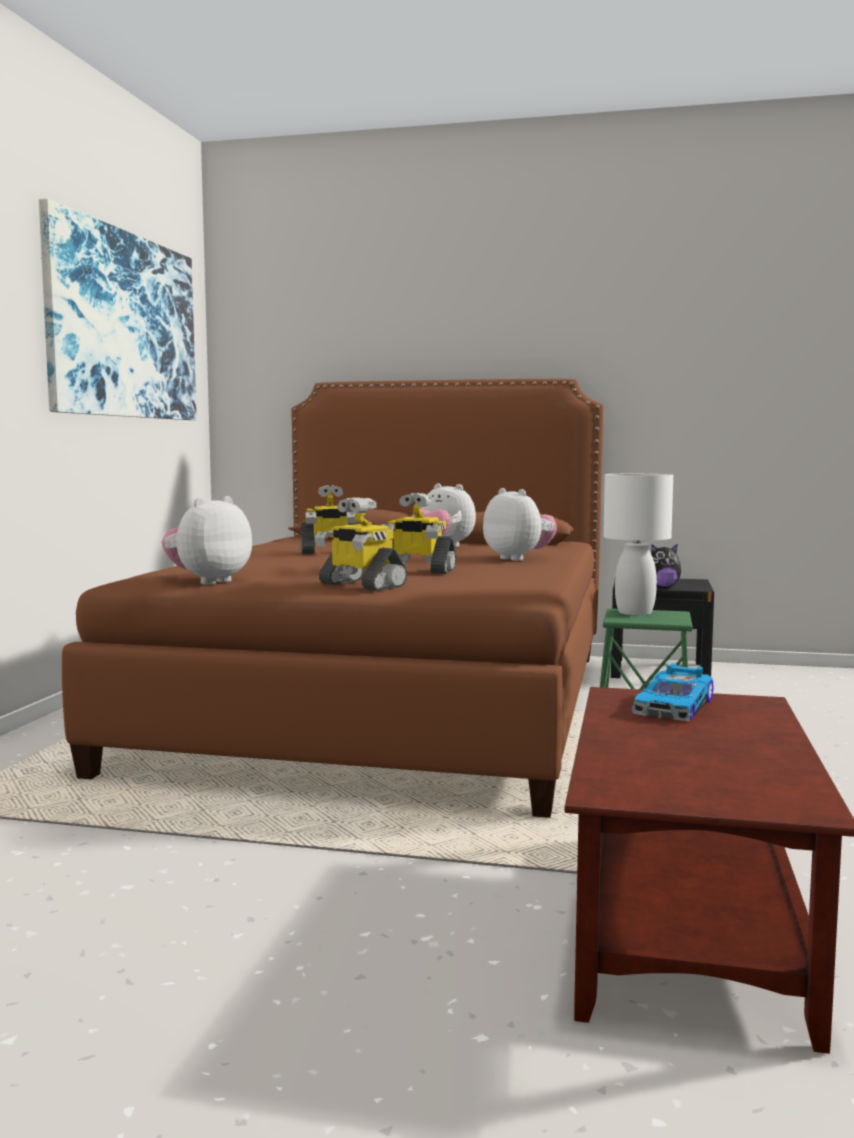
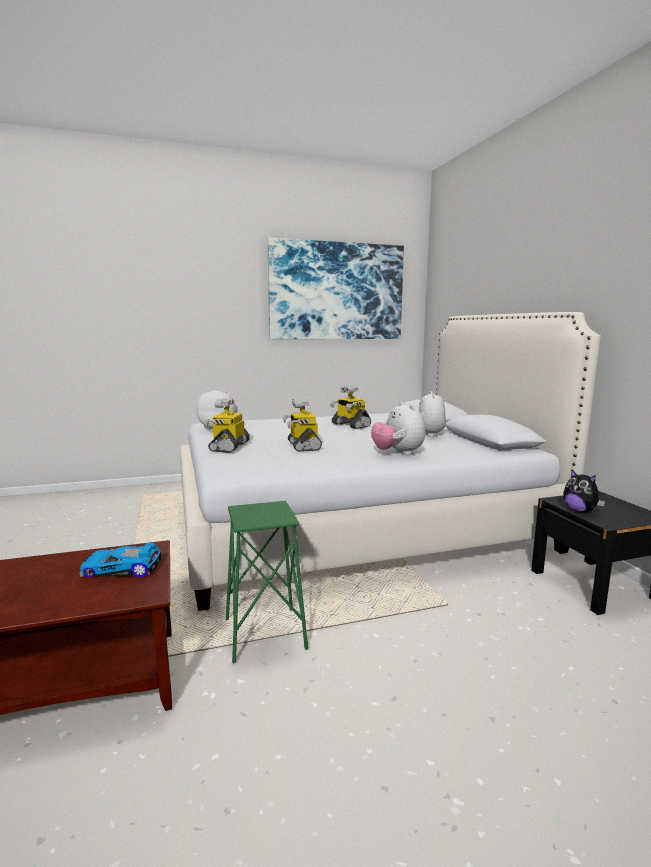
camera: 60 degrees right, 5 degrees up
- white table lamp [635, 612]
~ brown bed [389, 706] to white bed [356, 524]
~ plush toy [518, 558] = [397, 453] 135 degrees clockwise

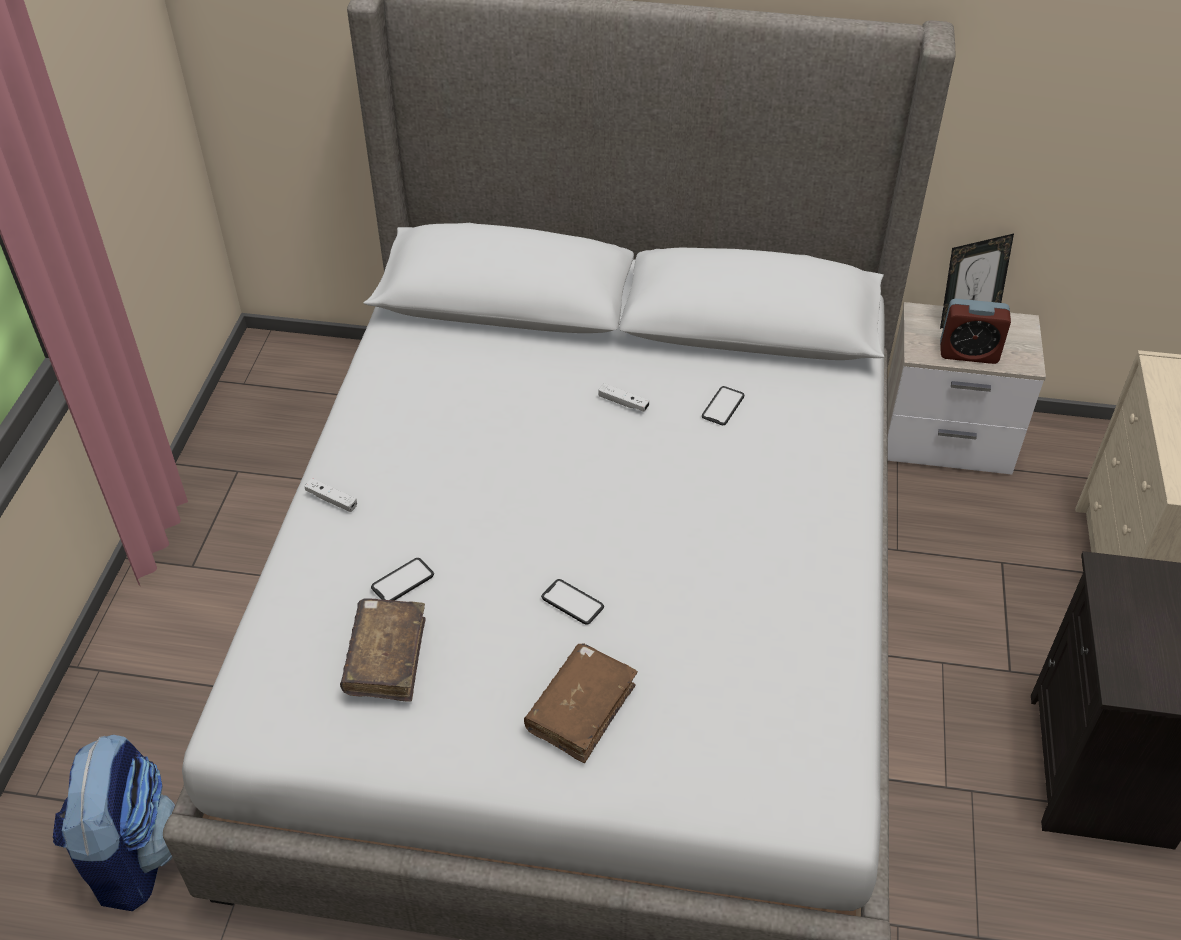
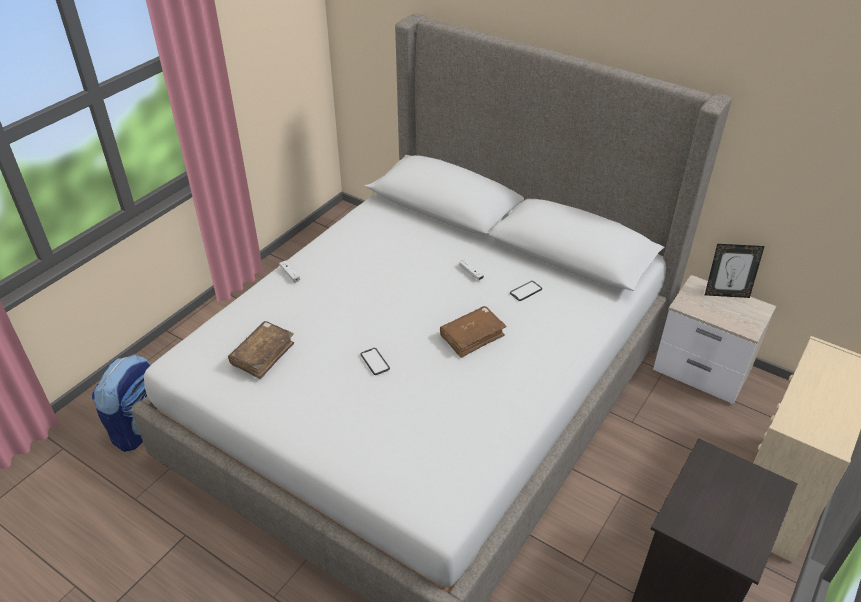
camera: 25 degrees right, 5 degrees down
- phone [402, 581]
- alarm clock [968, 353]
~ brown book [581, 709] to [472, 336]

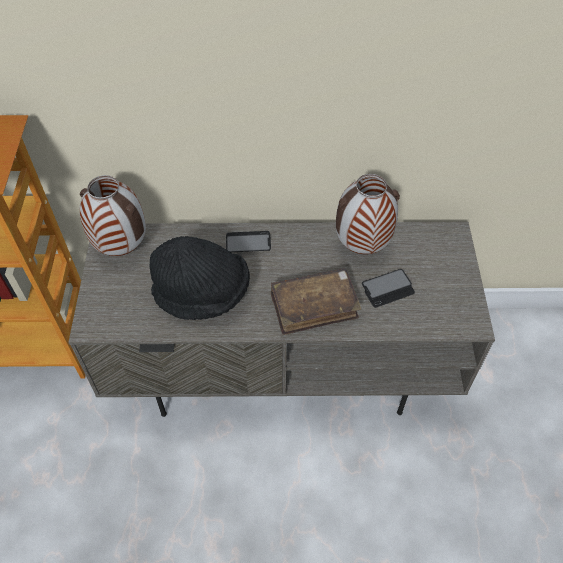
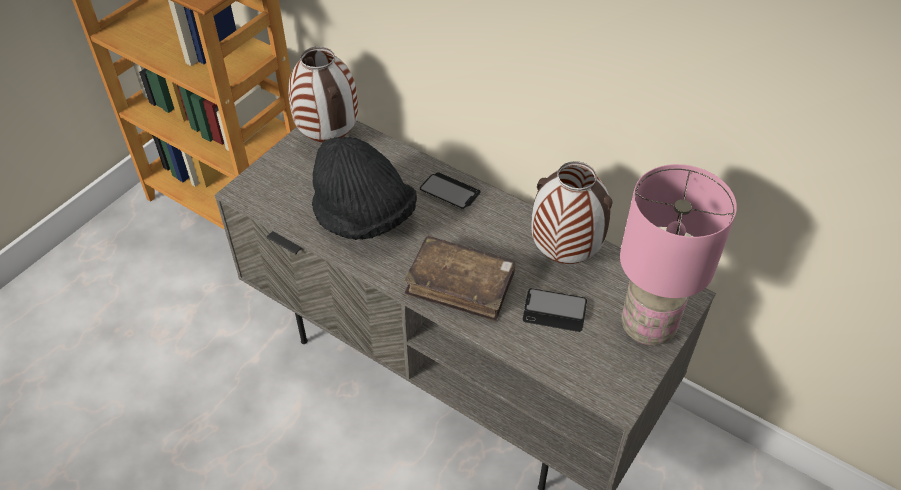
camera: 35 degrees right, 5 degrees down
+ pink table lamp [649, 326]

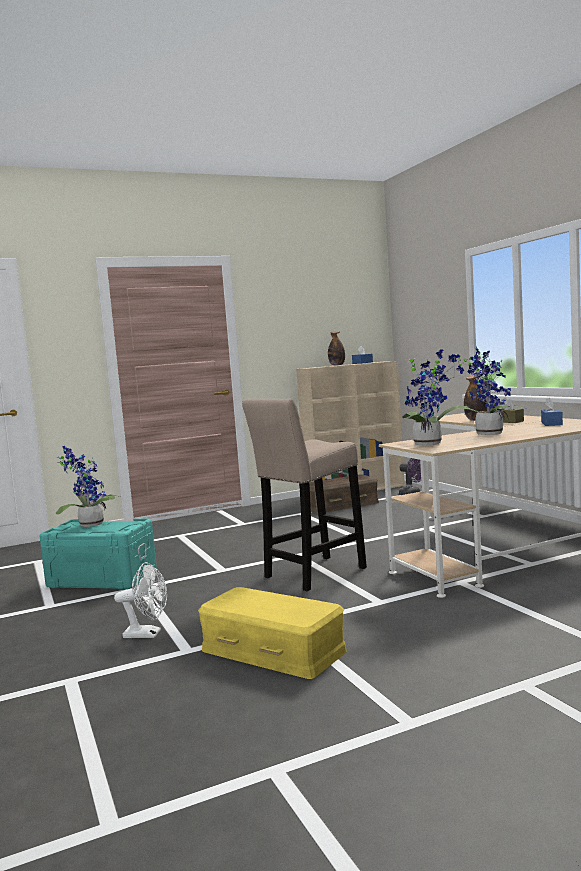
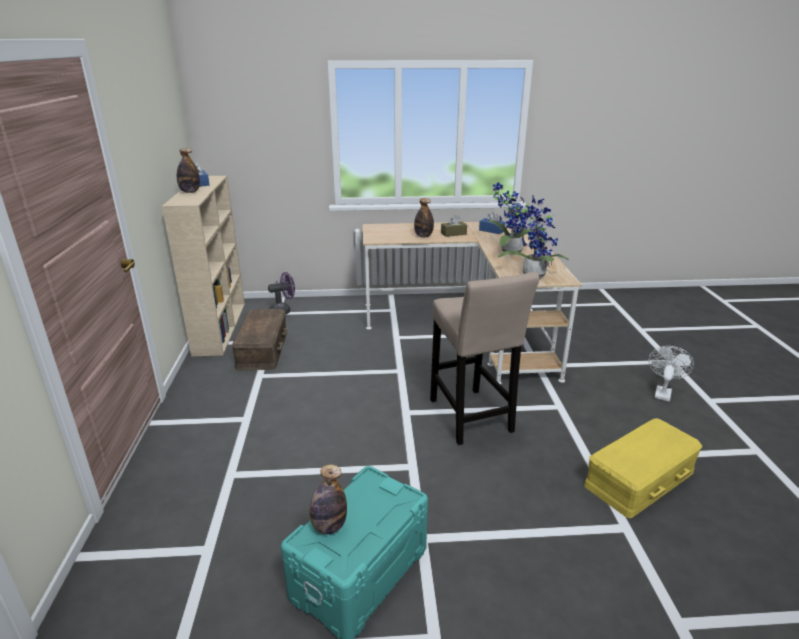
camera: 70 degrees left, 20 degrees up
~ white fan [148, 634] to [662, 392]
~ potted plant [89, 524] to bottle [329, 526]

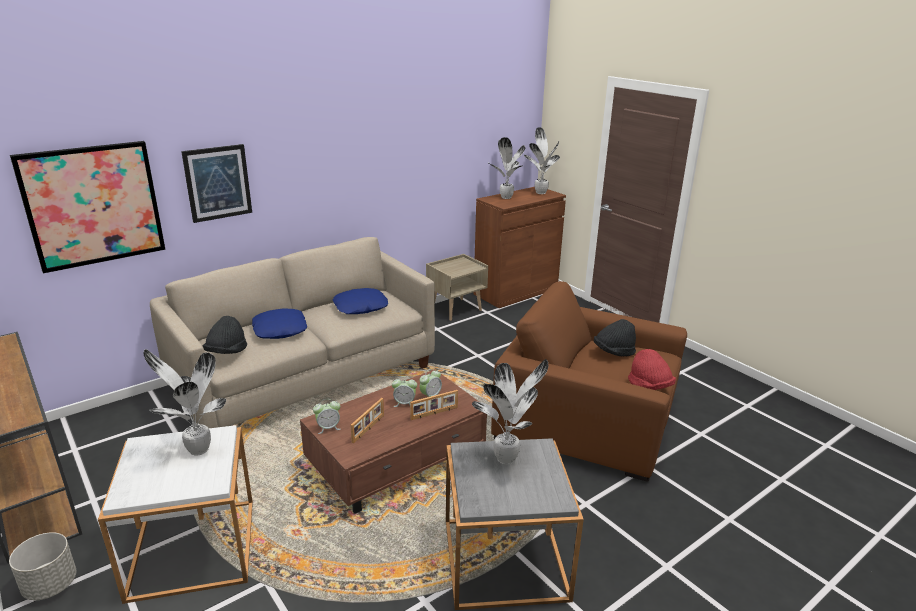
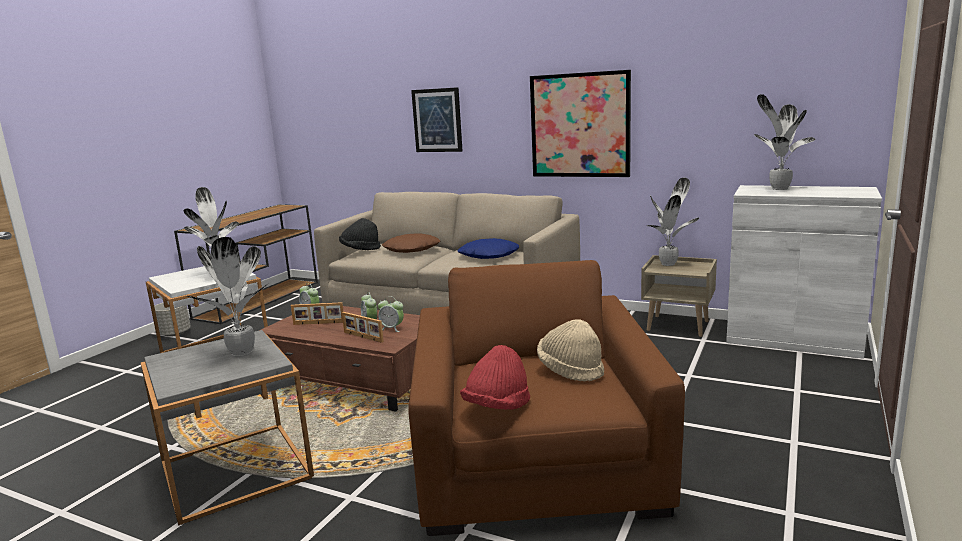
camera: 65 degrees right, 10 degrees down
~ picture [93, 205] to [580, 125]
~ potted plant [540, 192] to [669, 263]
~ blue pillow [279, 329] to brown pillow [411, 249]
~ brown cabinet [516, 291] to white cabinet [793, 339]
~ black hat [613, 352] to beige hat [570, 370]

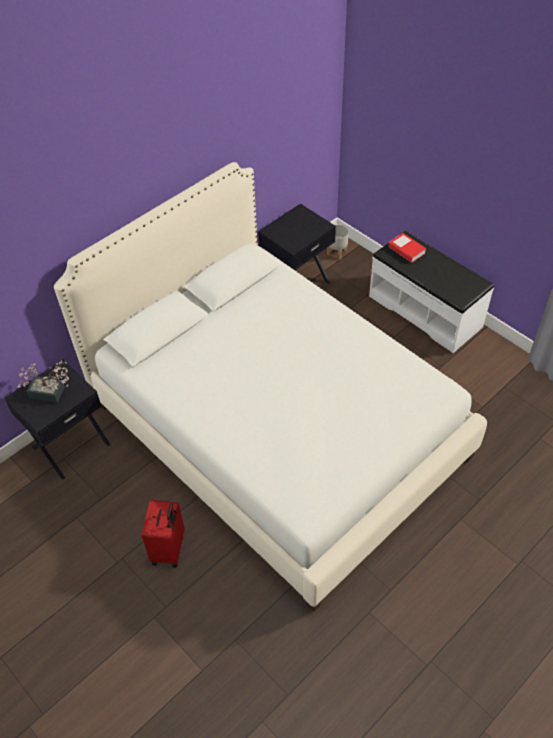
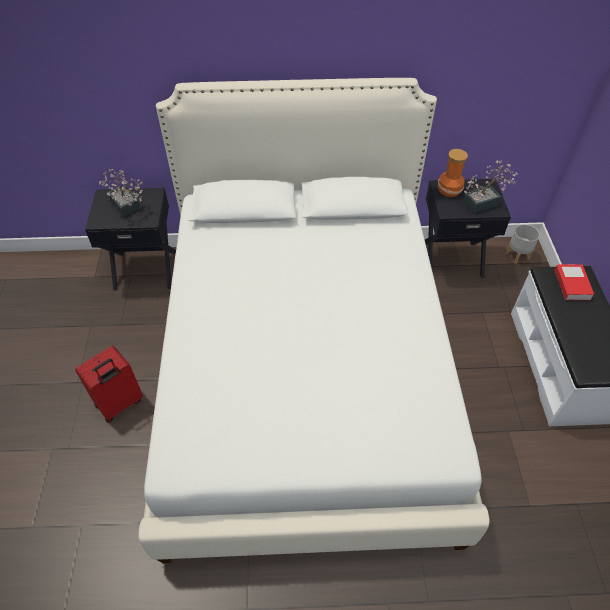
camera: 40 degrees right, 0 degrees up
+ vase [448, 190]
+ potted plant [484, 202]

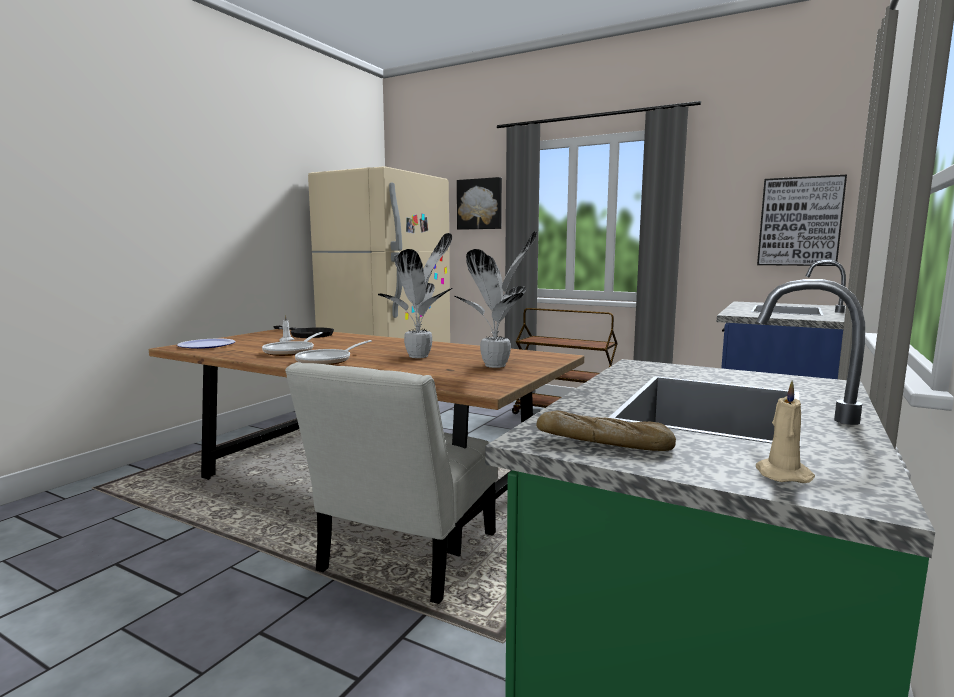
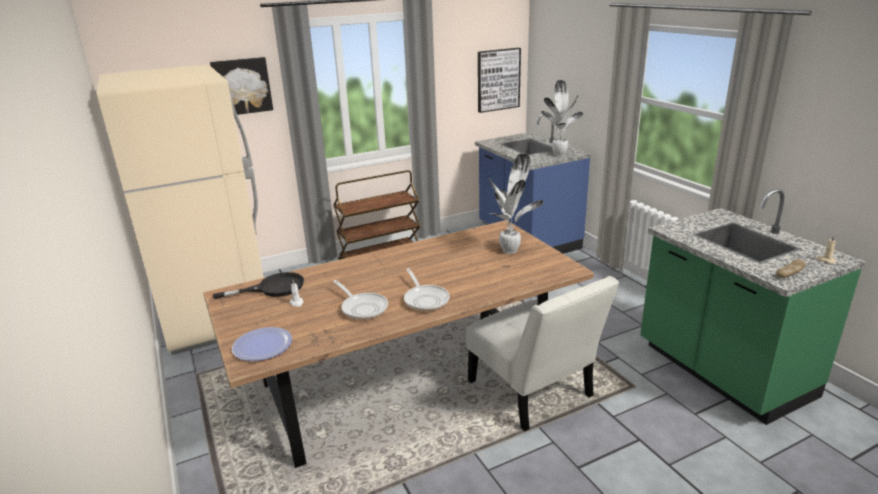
camera: 55 degrees left, 15 degrees up
~ potted plant [420, 356] to [559, 154]

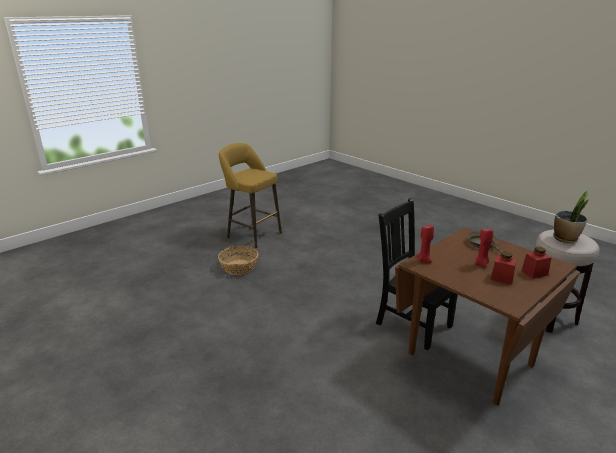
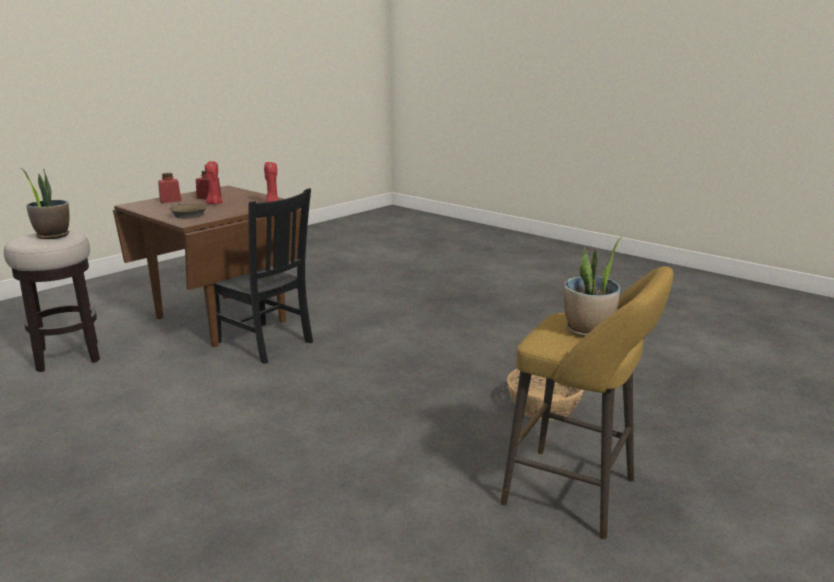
camera: 175 degrees right, 5 degrees down
+ potted plant [588, 330]

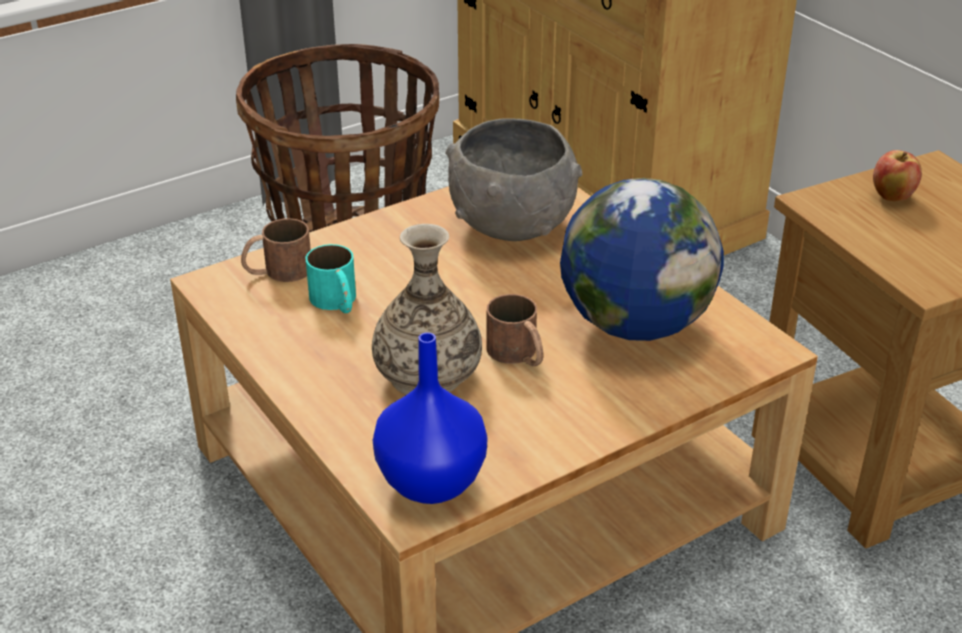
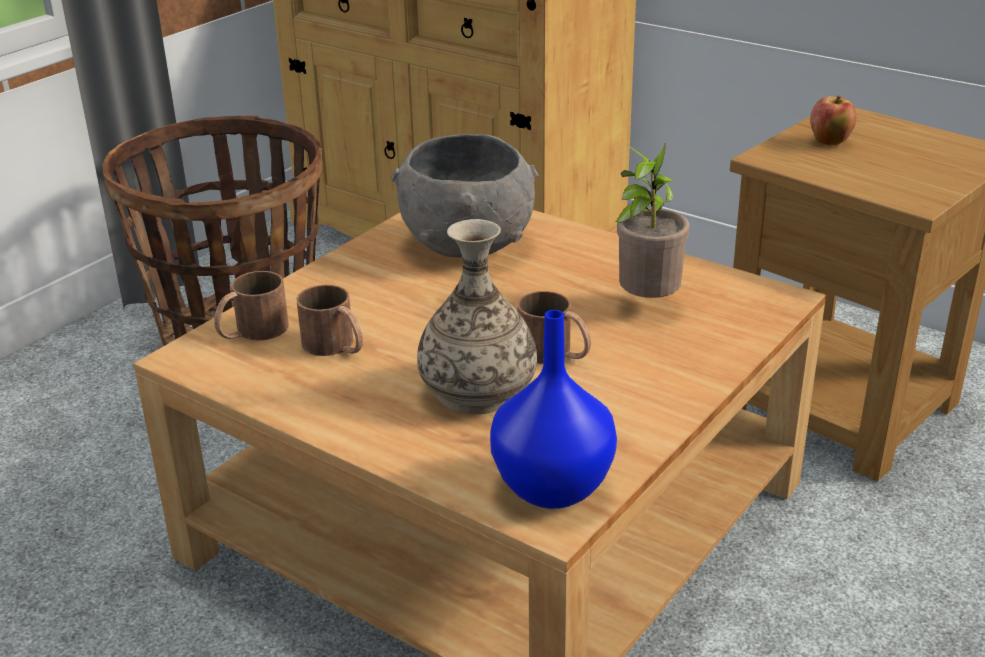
camera: 20 degrees left, 5 degrees down
~ globe [635, 324] to potted plant [646, 304]
~ turquoise mug [337, 302] to brown mug [336, 346]

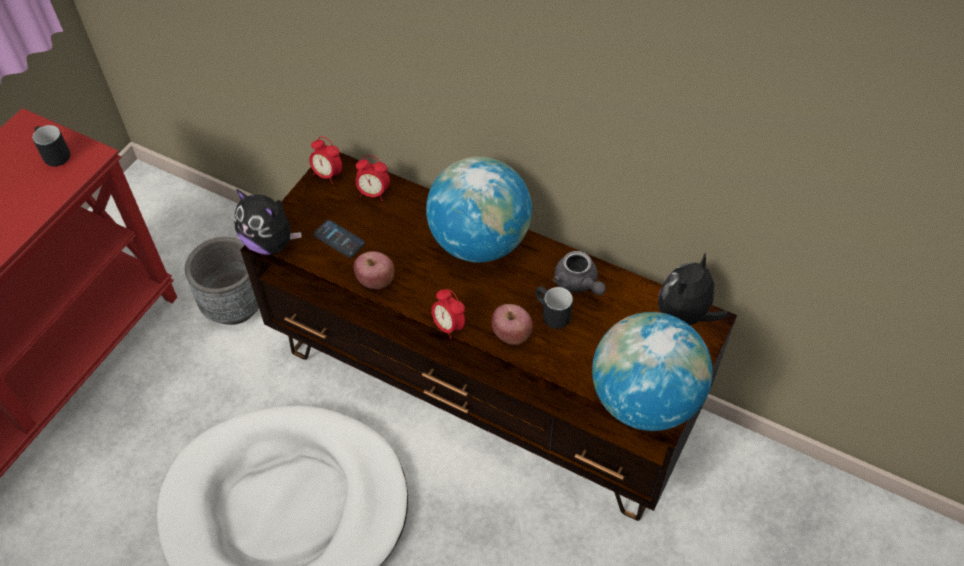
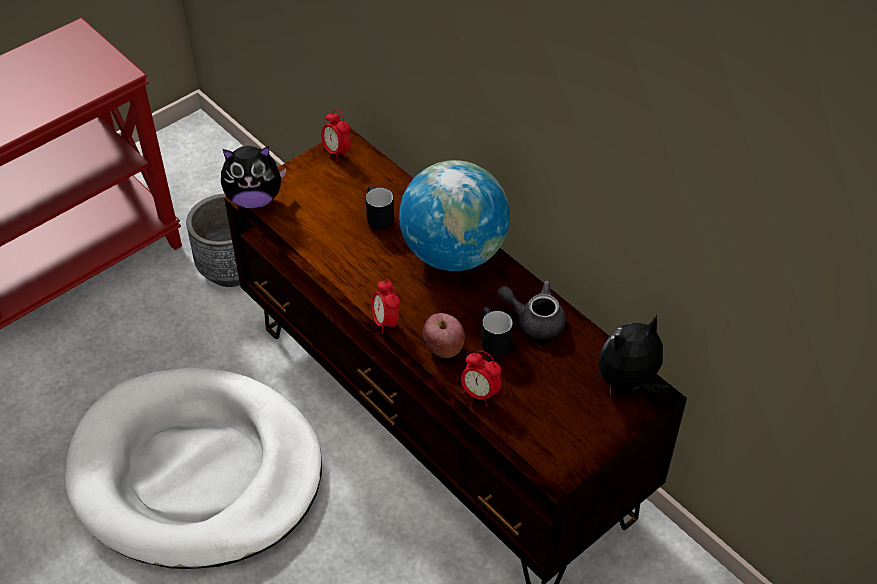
camera: 20 degrees right, 5 degrees down
- phone [339, 239]
- apple [375, 281]
- globe [644, 399]
~ black mug [53, 155] to [376, 218]
~ alarm clock [373, 193] to [480, 393]
~ plush toy [270, 243] = [254, 199] 60 degrees counterclockwise
~ grey teapot [578, 283] = [534, 320] 120 degrees clockwise

